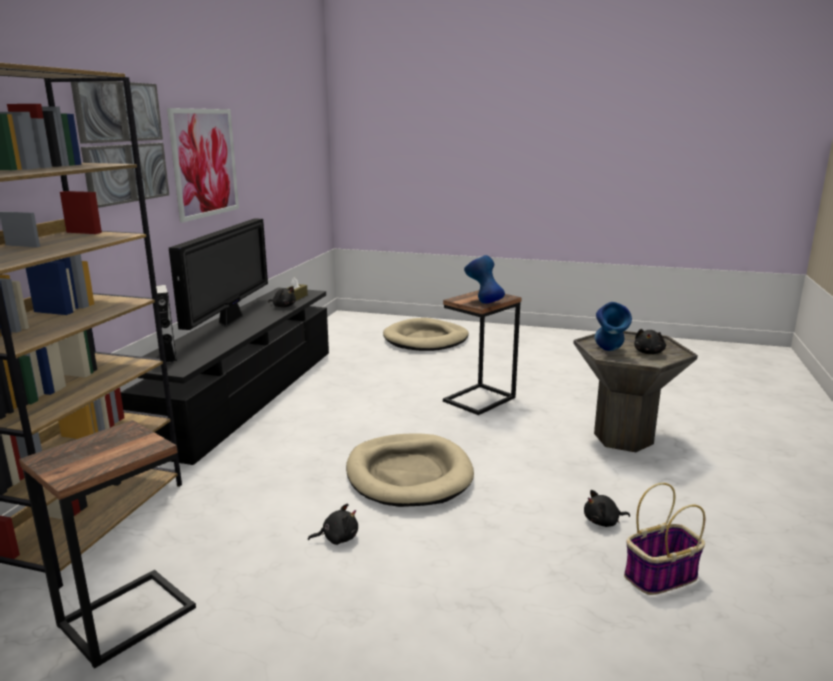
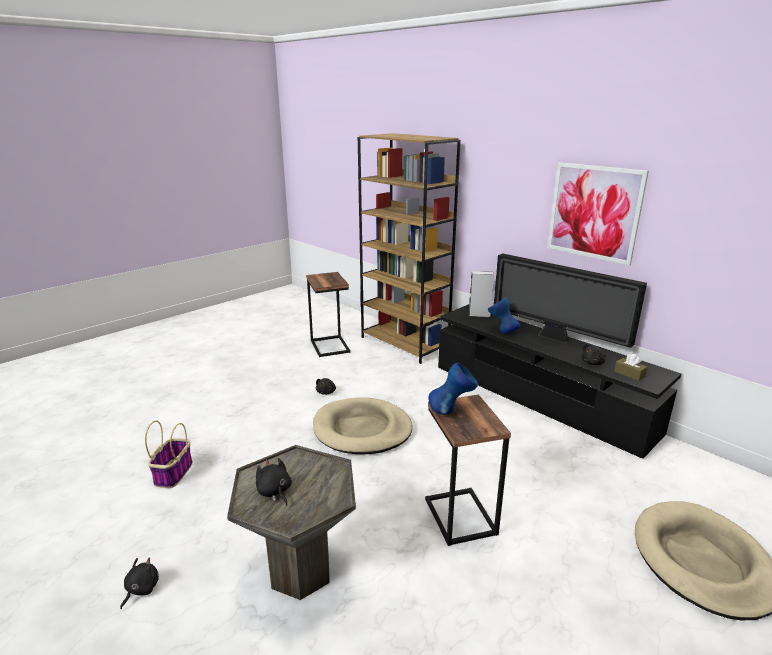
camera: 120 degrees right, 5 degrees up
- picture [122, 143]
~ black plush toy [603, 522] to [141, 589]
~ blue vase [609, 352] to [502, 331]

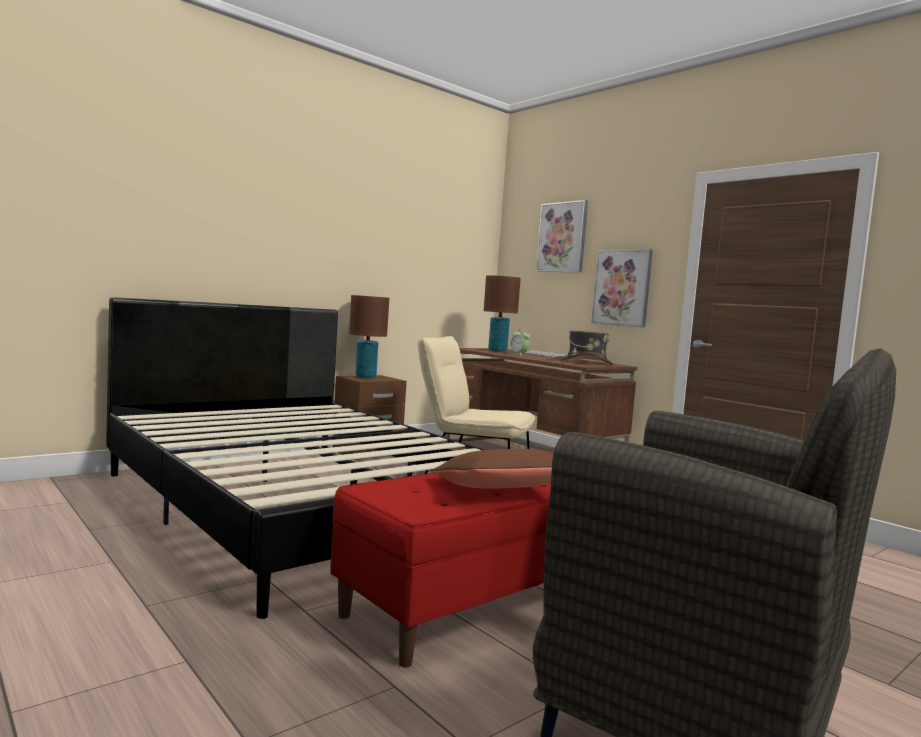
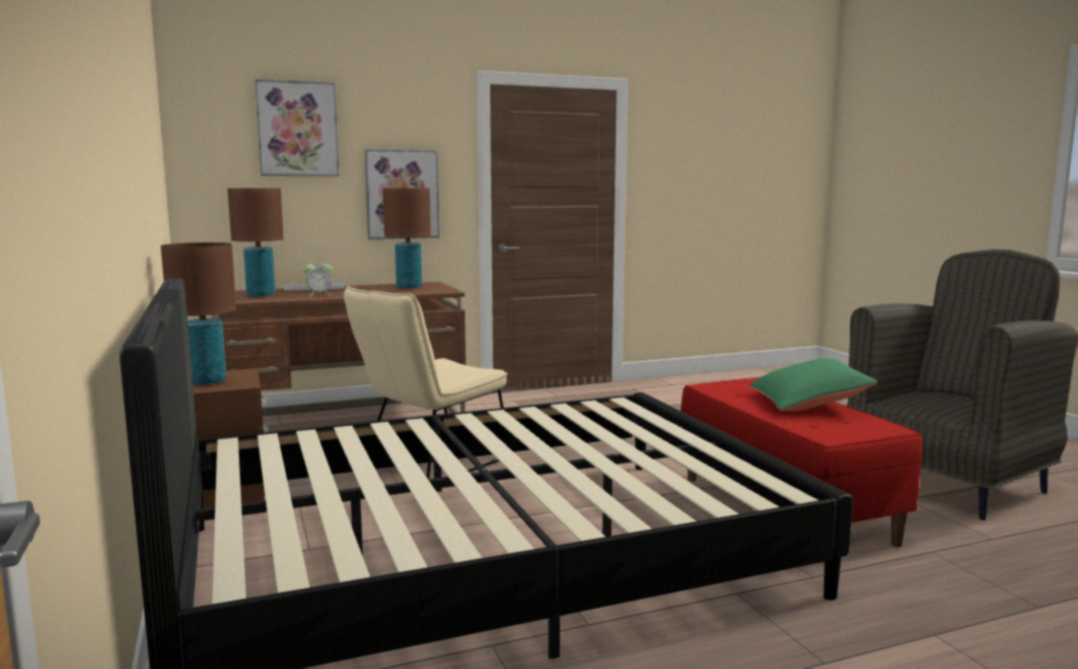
camera: 70 degrees left, 5 degrees up
~ grey hat [586, 362] to brown table lamp [409, 287]
~ brown pillow [503, 492] to green pillow [808, 403]

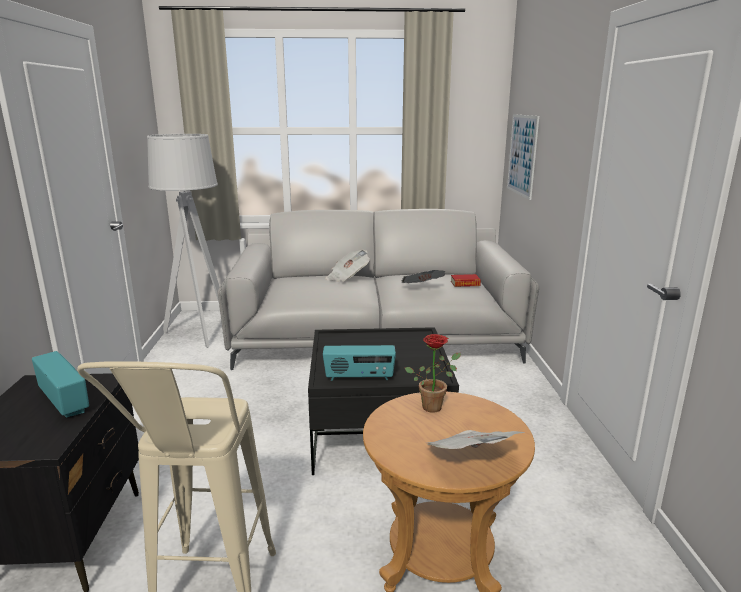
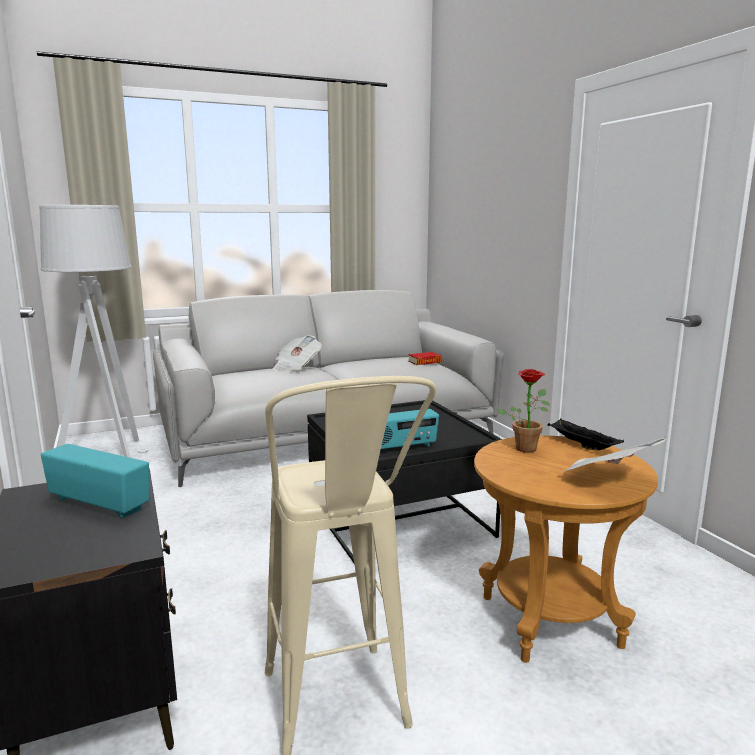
camera: 20 degrees left, 5 degrees down
- newspaper [422, 289]
- picture [522, 155]
+ black tray [581, 445]

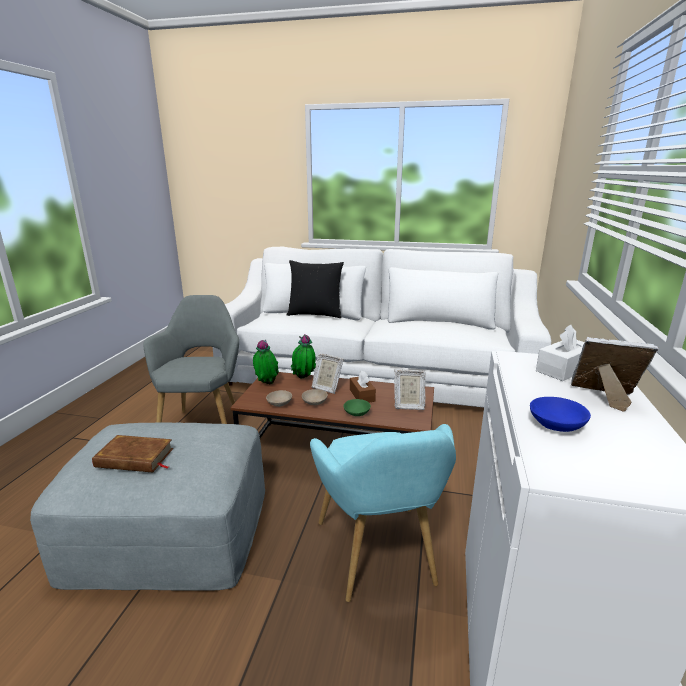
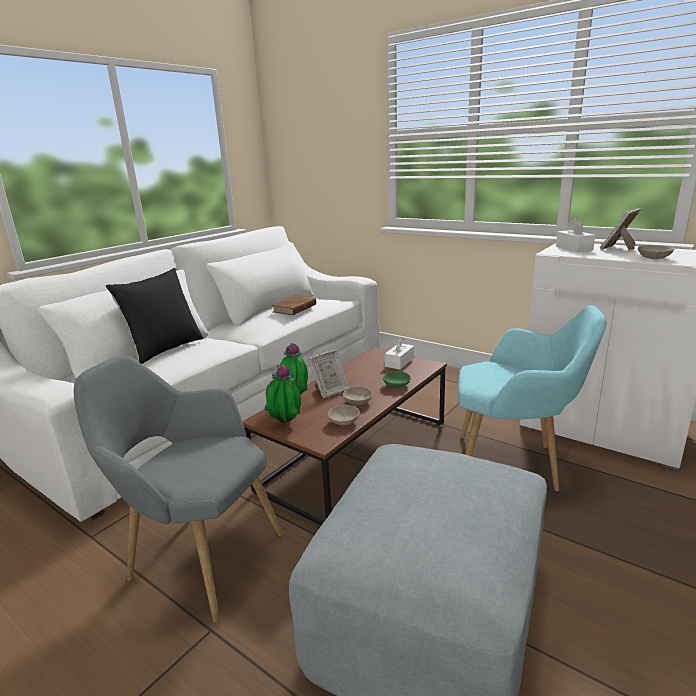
camera: 65 degrees left, 0 degrees up
- brown tissue box [362, 395]
~ brown book [135, 458] to [295, 308]
~ picture frame [408, 405] to white tissue box [399, 362]
~ blue bowl [558, 425] to beige bowl [654, 257]

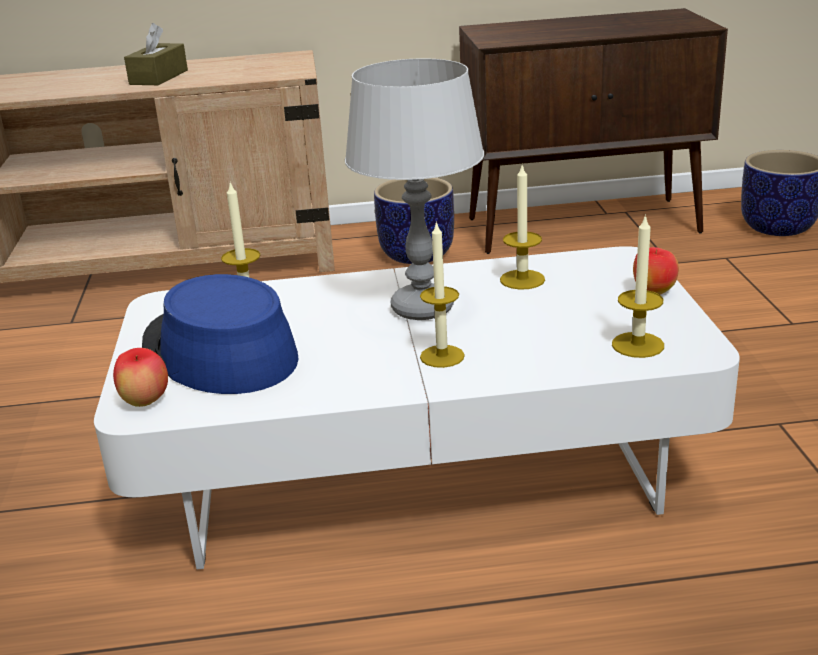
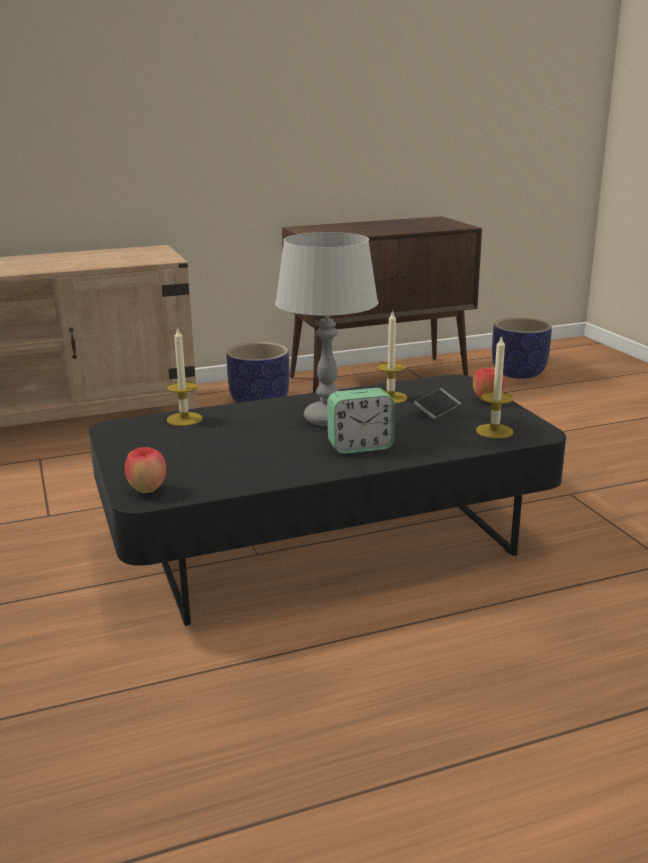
camera: 15 degrees left, 5 degrees down
- brown tissue box [159, 77]
- blue hat [218, 352]
+ phone [437, 409]
~ candle [442, 356] to alarm clock [360, 446]
~ white coffee table [417, 463] to black coffee table [325, 540]

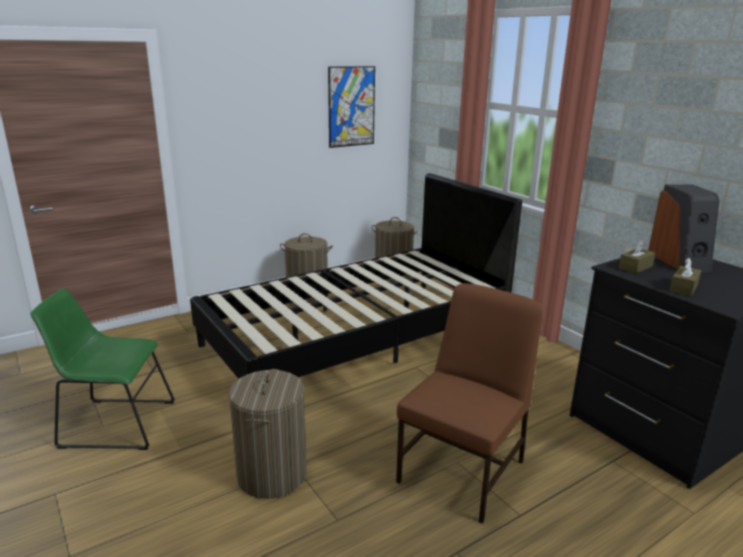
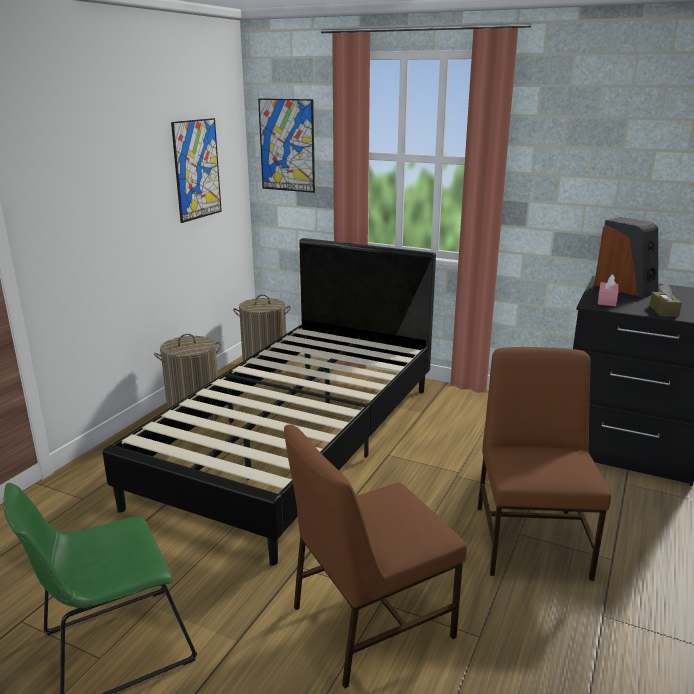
camera: 30 degrees left, 0 degrees up
+ picture [287, 145]
~ laundry basket [271, 474] to brown chair [369, 622]
~ brown tissue box [635, 267] to pink tissue box [607, 300]

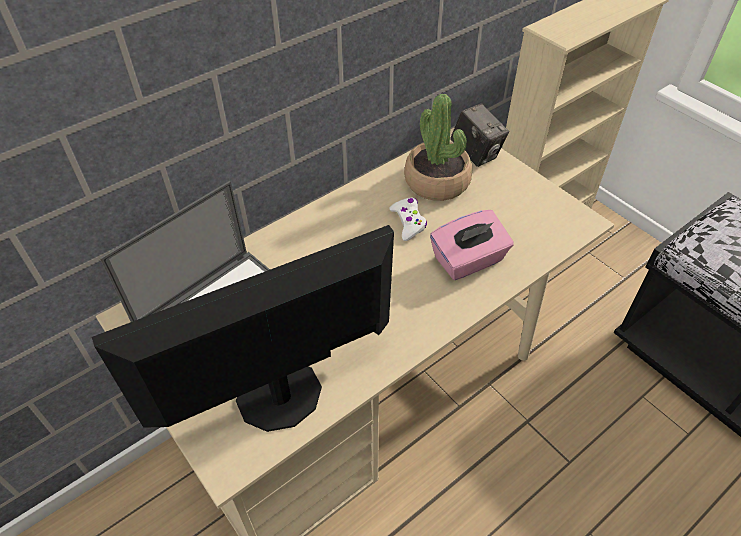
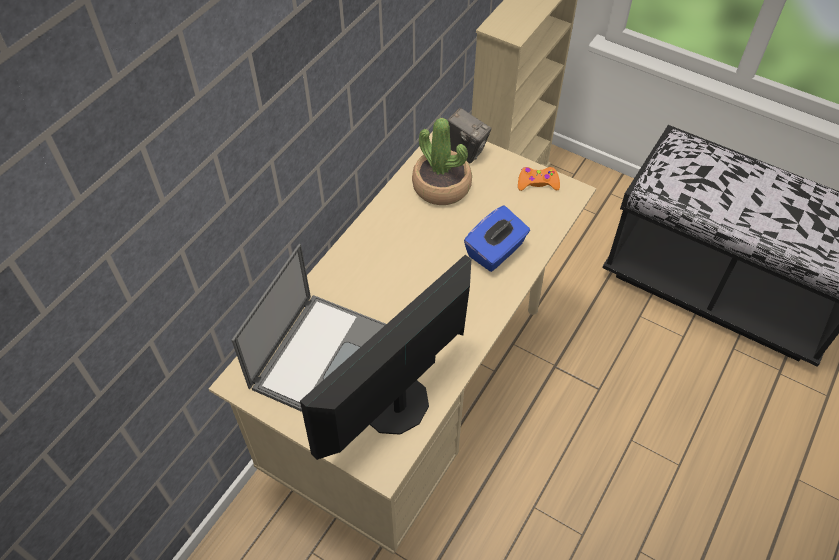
camera: 20 degrees left, 5 degrees up
- white game controller [408, 222]
+ orange game controller [537, 183]
~ pink tissue box [468, 261] to blue tissue box [495, 251]

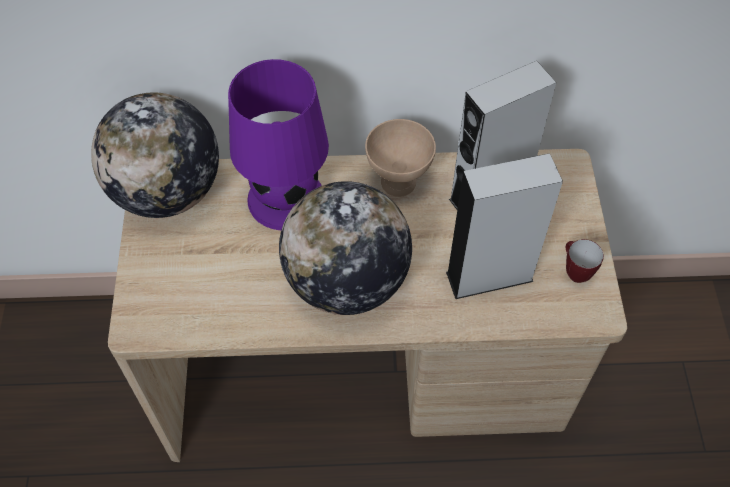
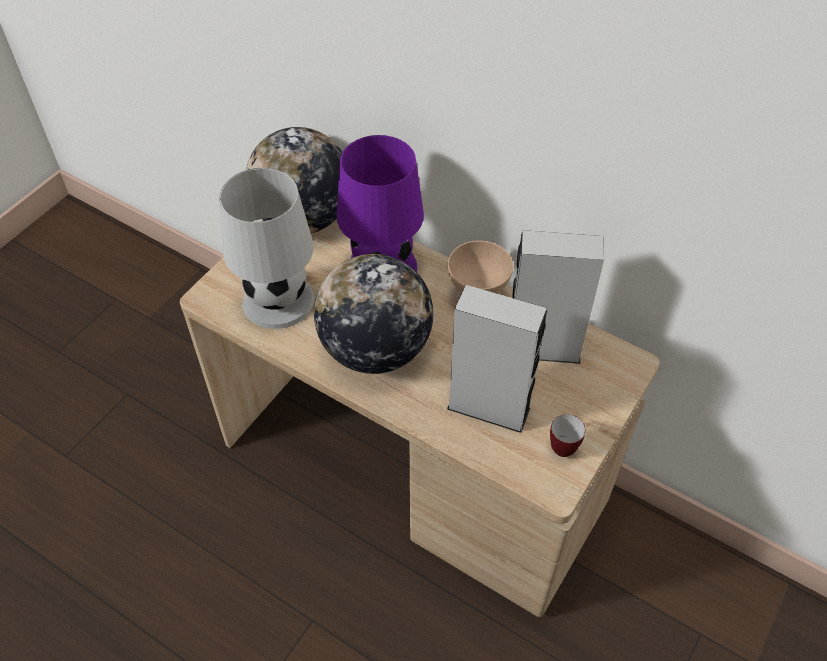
camera: 35 degrees right, 5 degrees down
+ white table lamp [277, 300]

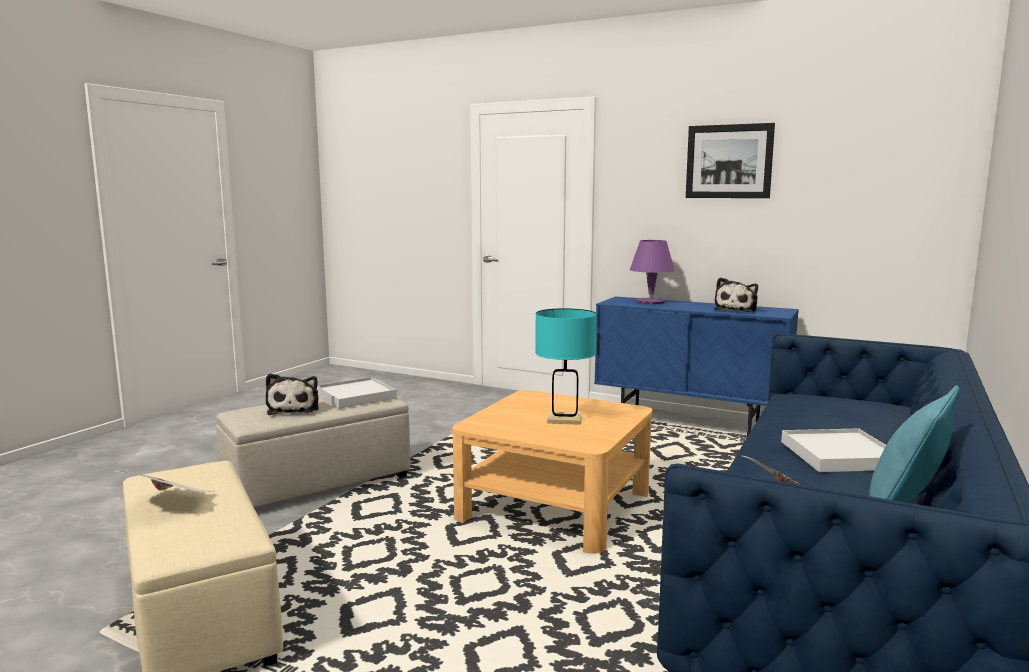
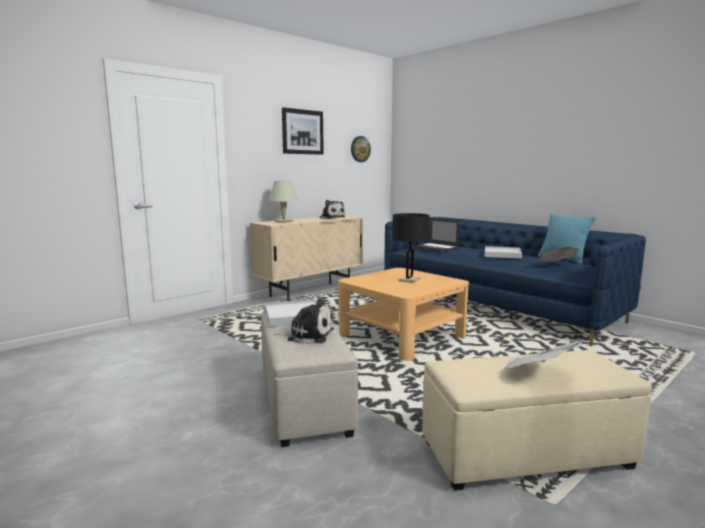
camera: 70 degrees left, 0 degrees up
+ wall clock [360, 149]
+ laptop [436, 247]
~ turquoise table lamp [564, 419] to black table lamp [409, 280]
~ blue cabinet [689, 425] to beige cabinet [311, 293]
~ purple table lamp [651, 302] to beige table lamp [284, 221]

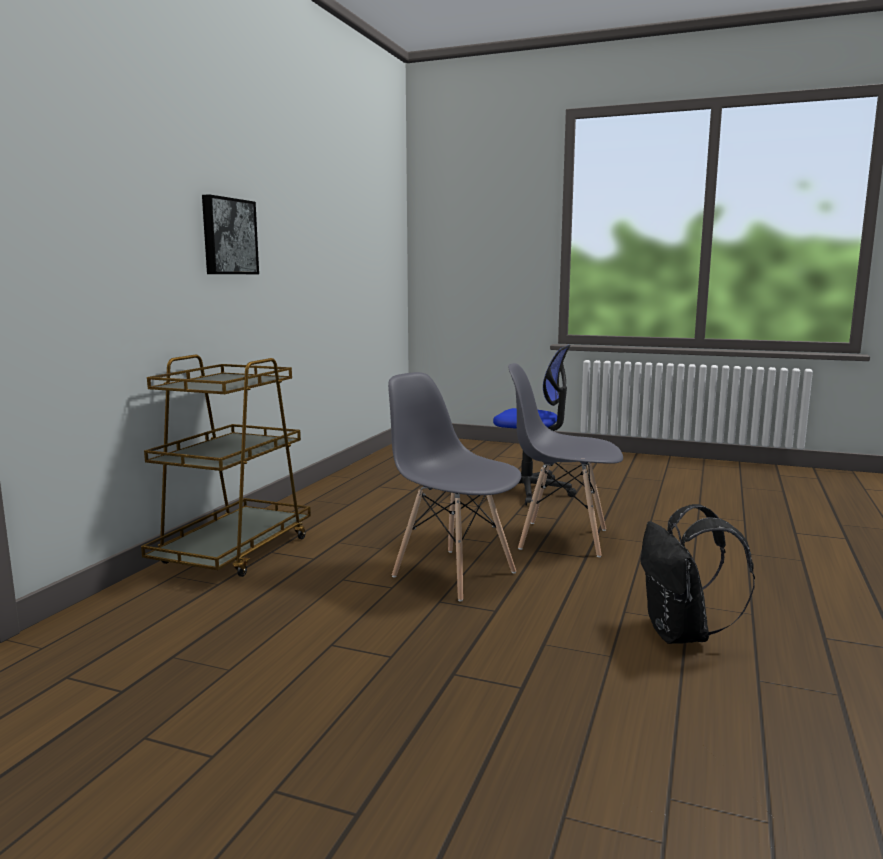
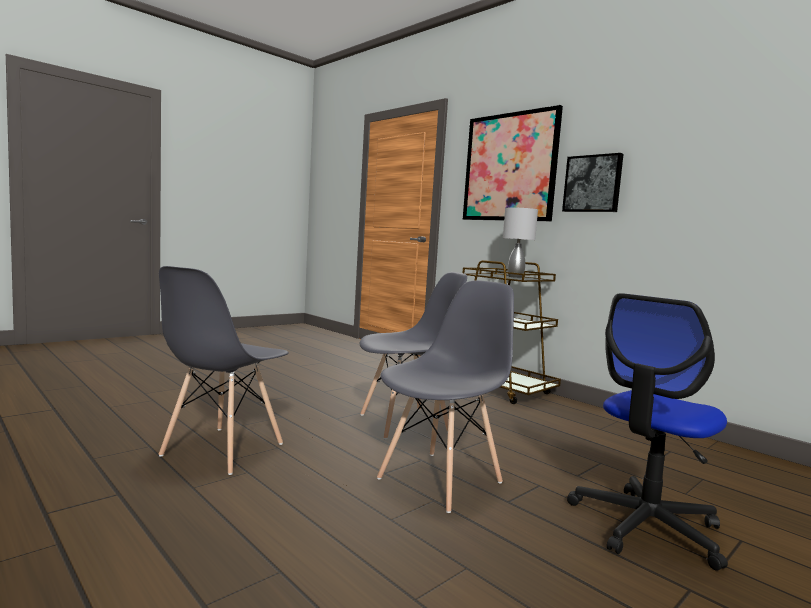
camera: 115 degrees right, 5 degrees down
+ picture [510, 167]
+ grey table lamp [515, 277]
~ black backpack [681, 634] to grey chair [222, 450]

